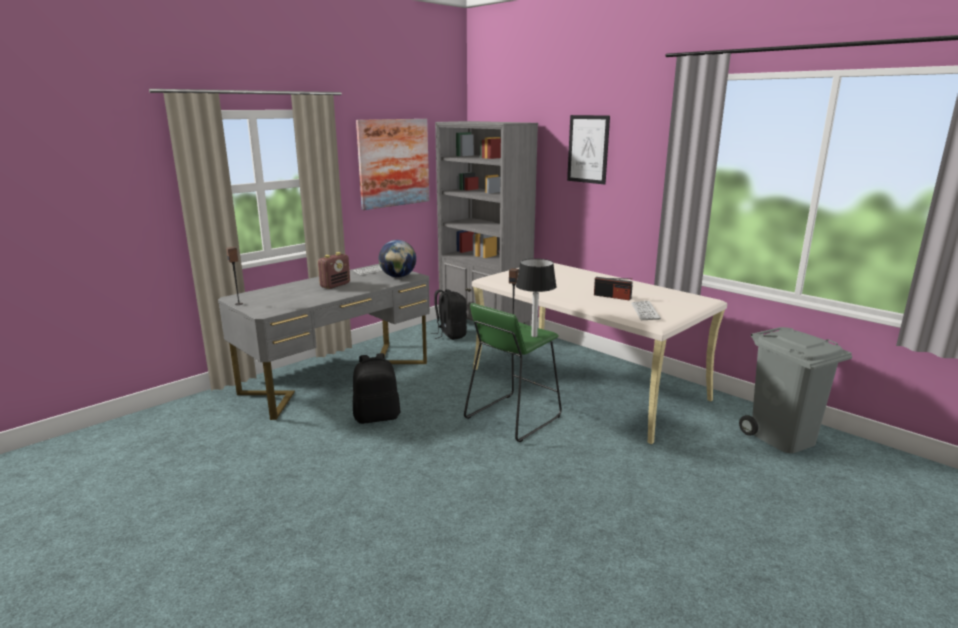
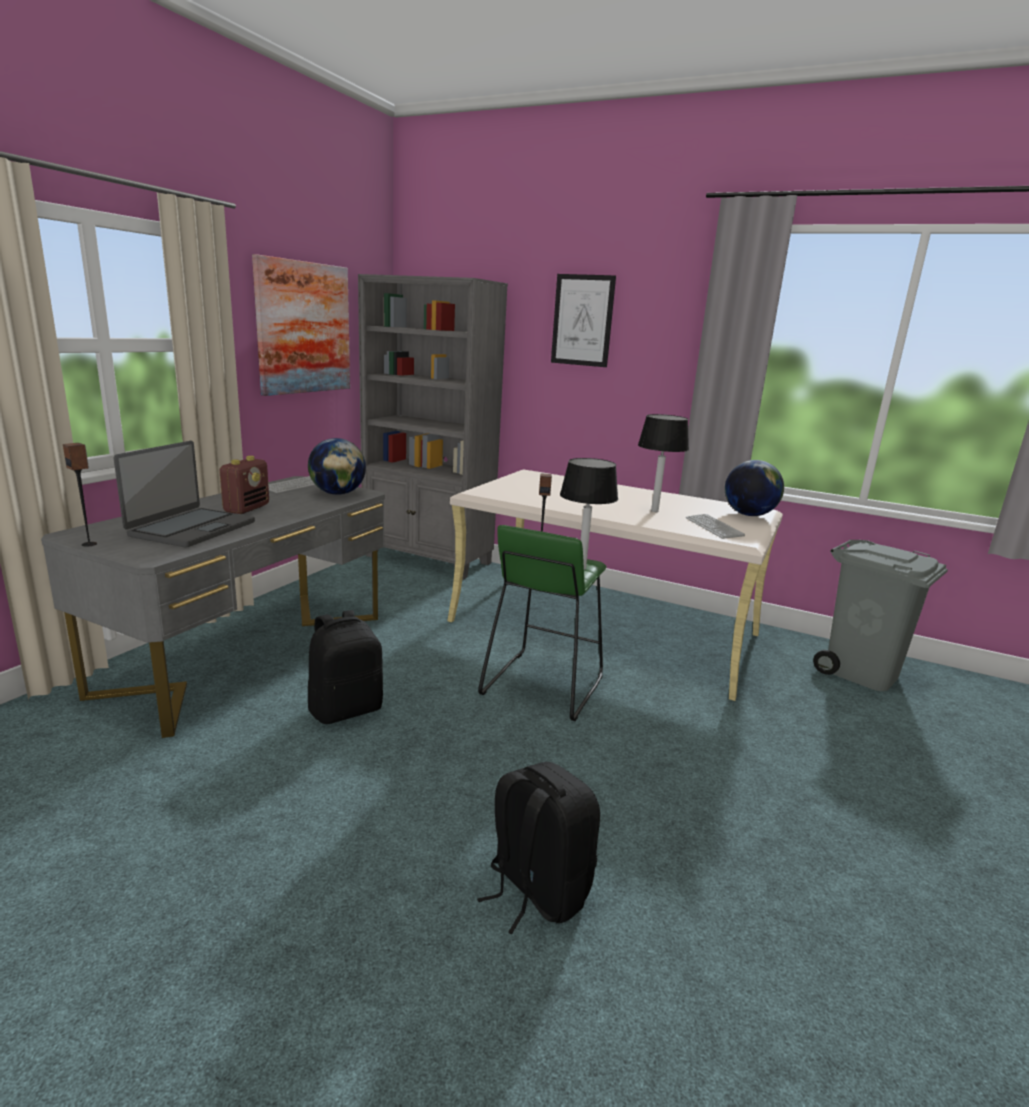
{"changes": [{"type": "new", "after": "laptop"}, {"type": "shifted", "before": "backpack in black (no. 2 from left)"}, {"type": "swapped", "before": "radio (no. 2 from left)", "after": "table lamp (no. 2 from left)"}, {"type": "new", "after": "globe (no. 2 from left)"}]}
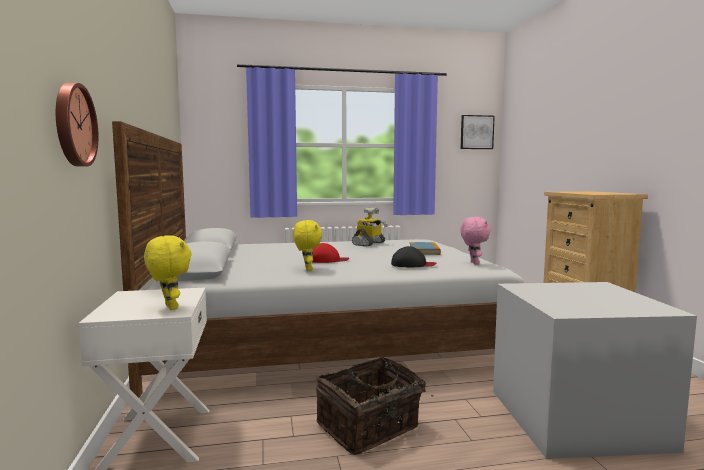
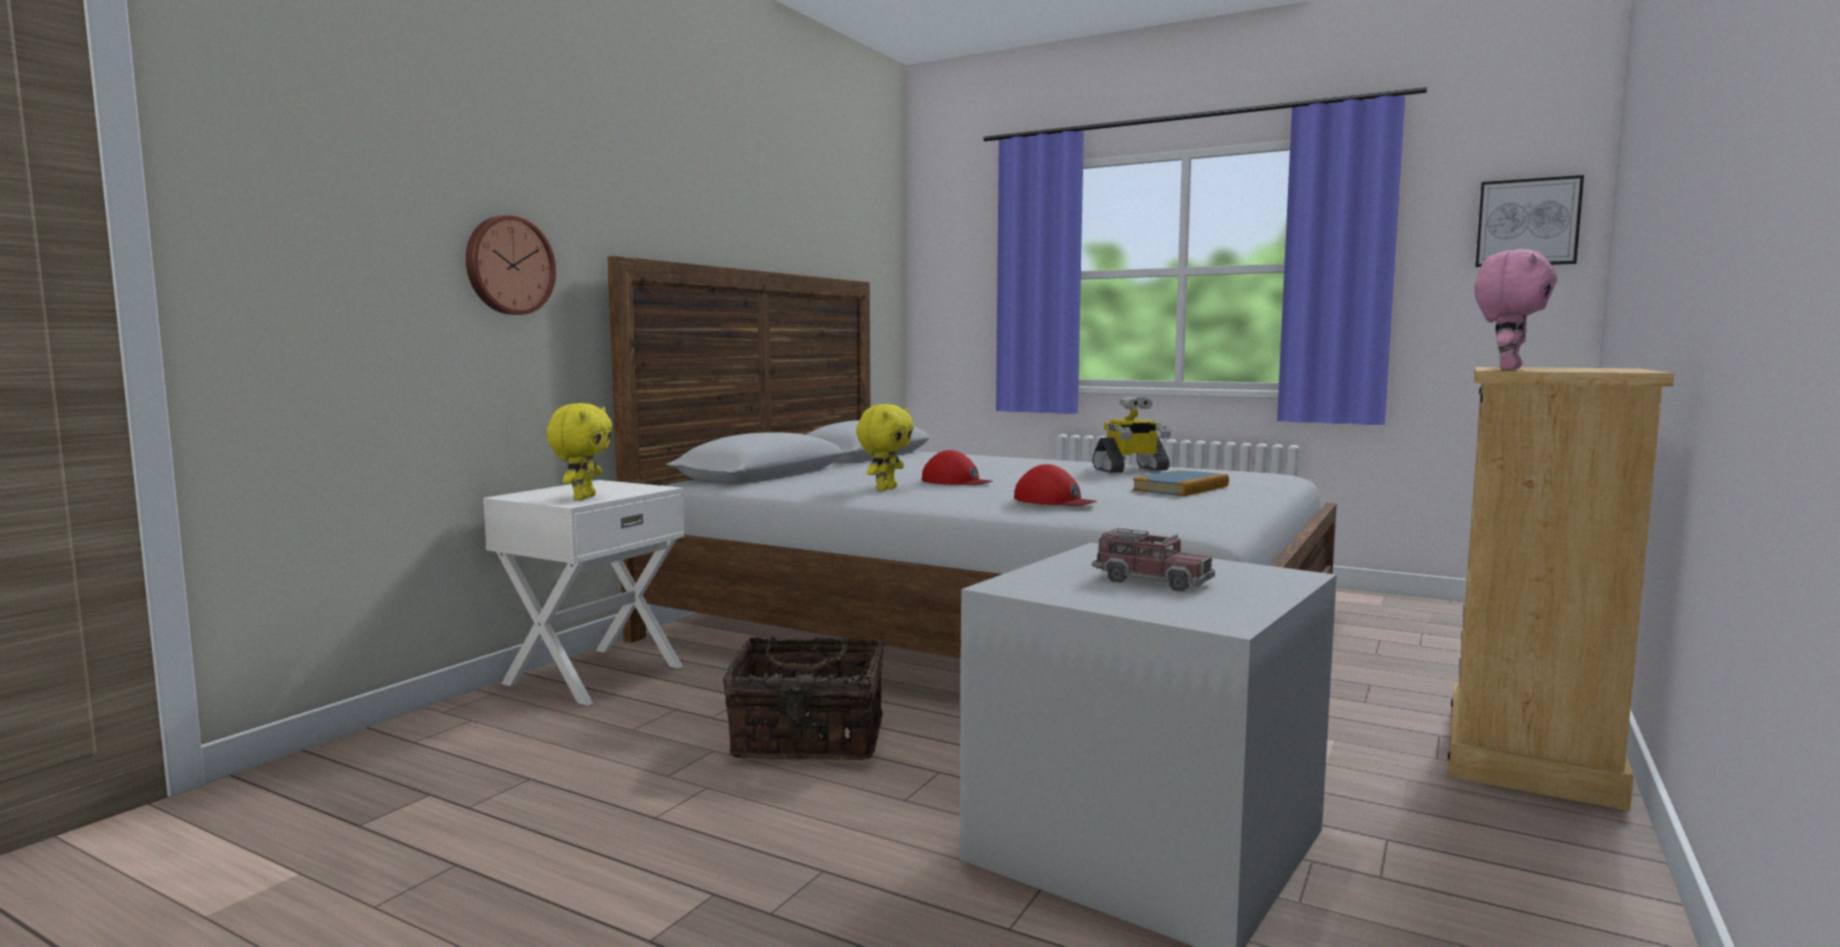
{"changes": [{"type": "repainted", "before": "cap in black", "after": "cap in red (no. 2 from left)"}, {"type": "new", "after": "toy truck"}, {"type": "shifted", "before": "plush toy in pink"}]}
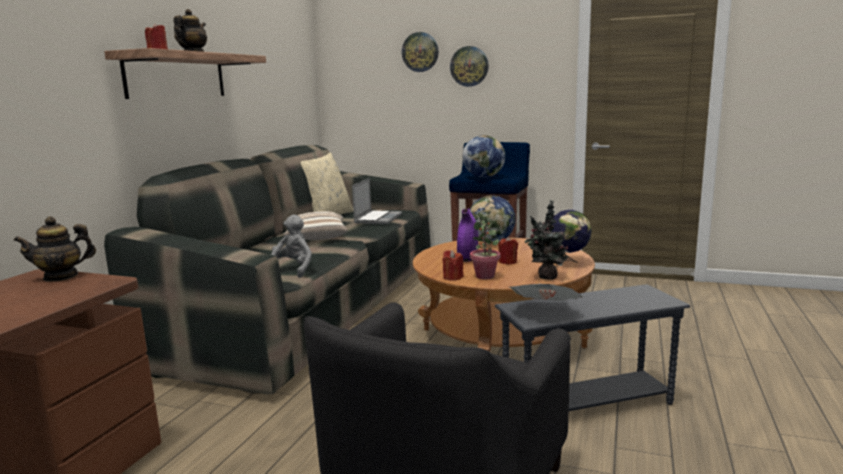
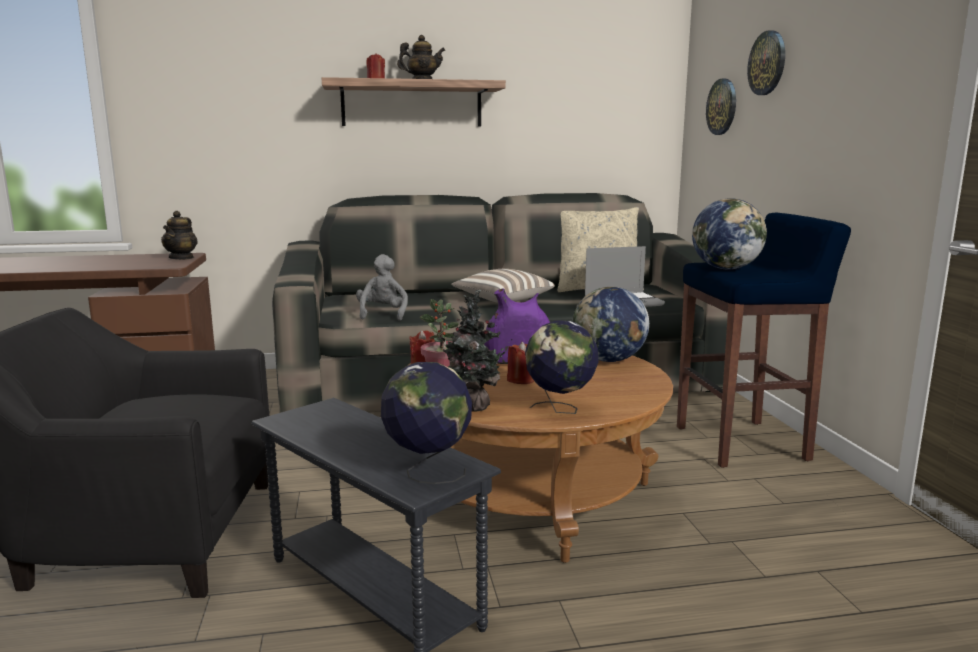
{"changes": [{"type": "rotated", "before": "teapot (no. 1 from left)", "turn": -120}, {"type": "rotated", "before": "plush toy in grey", "turn": -75}, {"type": "new", "after": "globe (no. 1 from left)"}, {"type": "shifted", "before": "wall clock (no. 2 from left in the first image)", "after": "wall clock (no. 1 from left)"}, {"type": "gone", "before": "newspaper"}]}
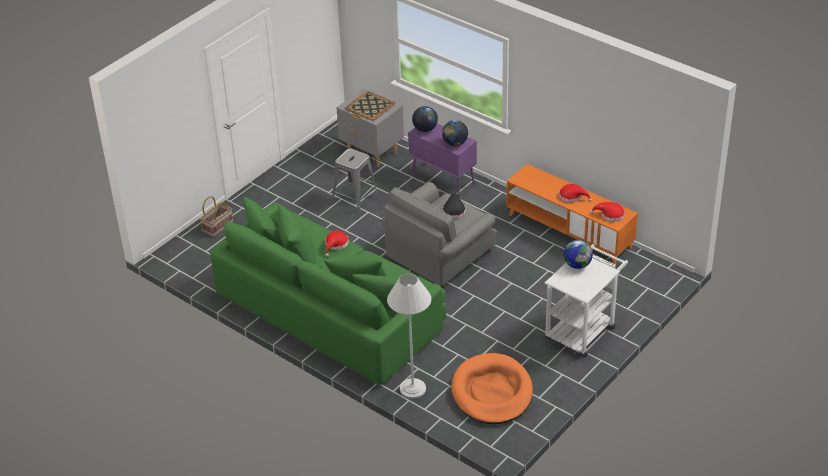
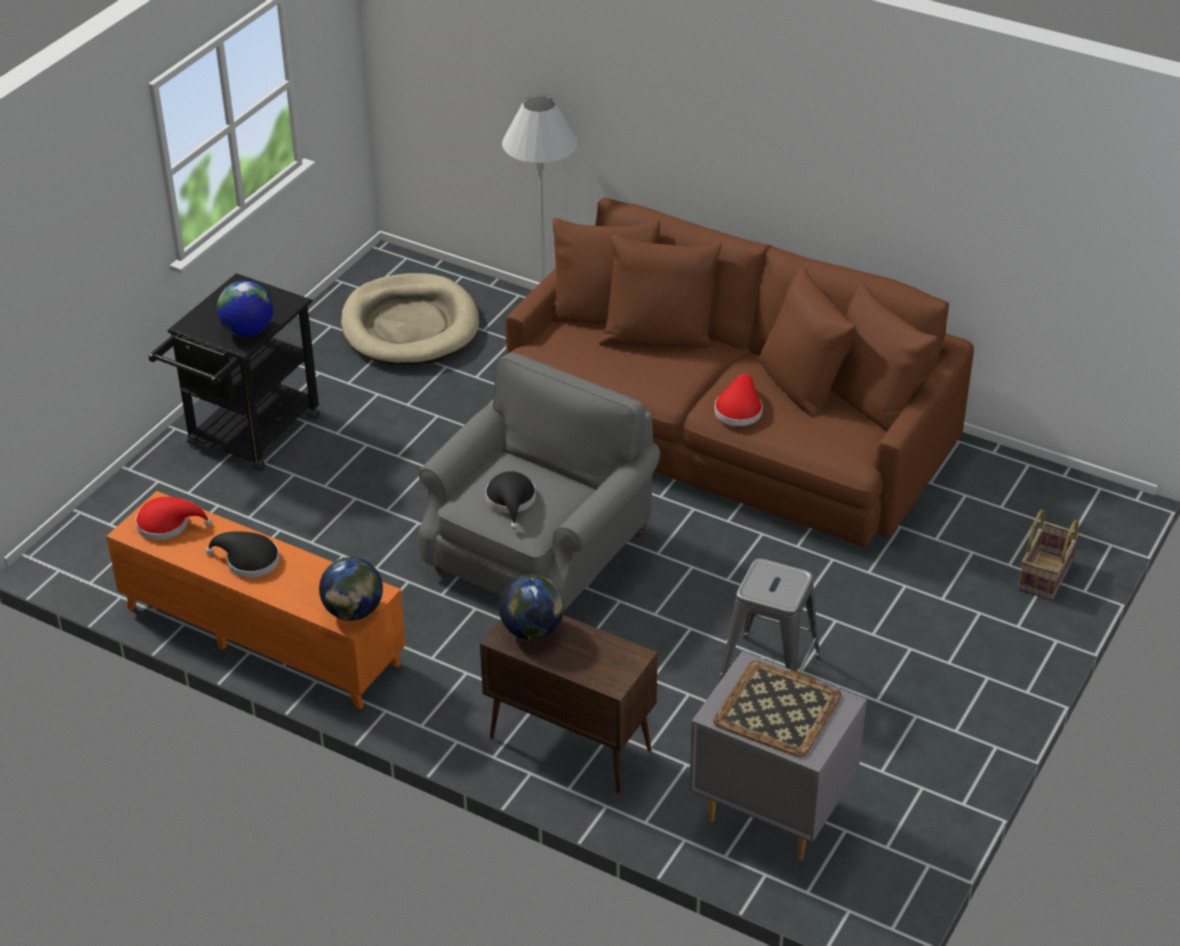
{"changes": [{"type": "repainted", "before": "cart in white", "after": "cart in black"}, {"type": "repainted", "before": "hat in red (no. 2 from left)", "after": "hat in black (no. 1 from left)"}, {"type": "shifted", "before": "globe (no. 1 from left in the first image)", "after": "globe (no. 2 from left)"}, {"type": "repainted", "before": "dog bed in orange", "after": "dog bed in beige"}, {"type": "repainted", "before": "cabinet in purple", "after": "cabinet in brown"}, {"type": "repainted", "before": "sofa in green", "after": "sofa in brown"}]}
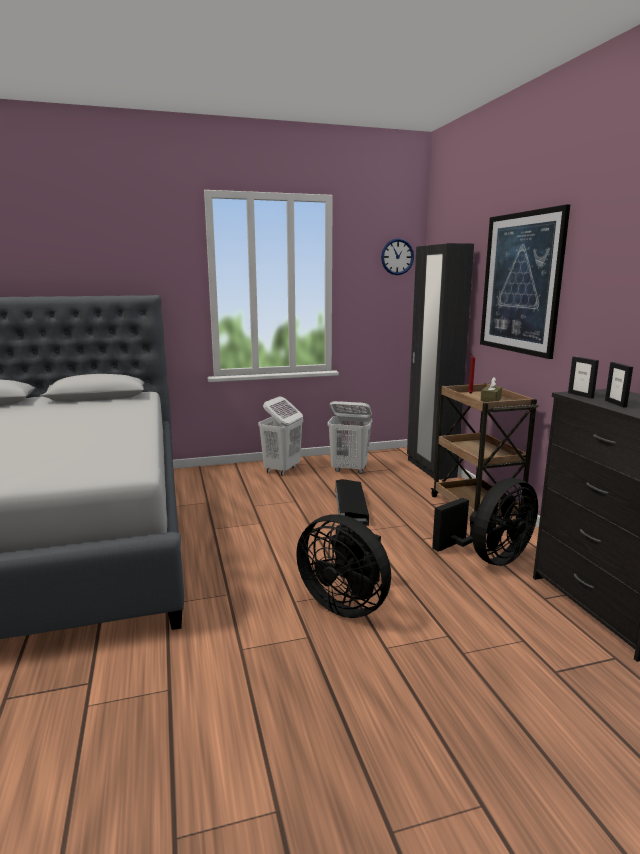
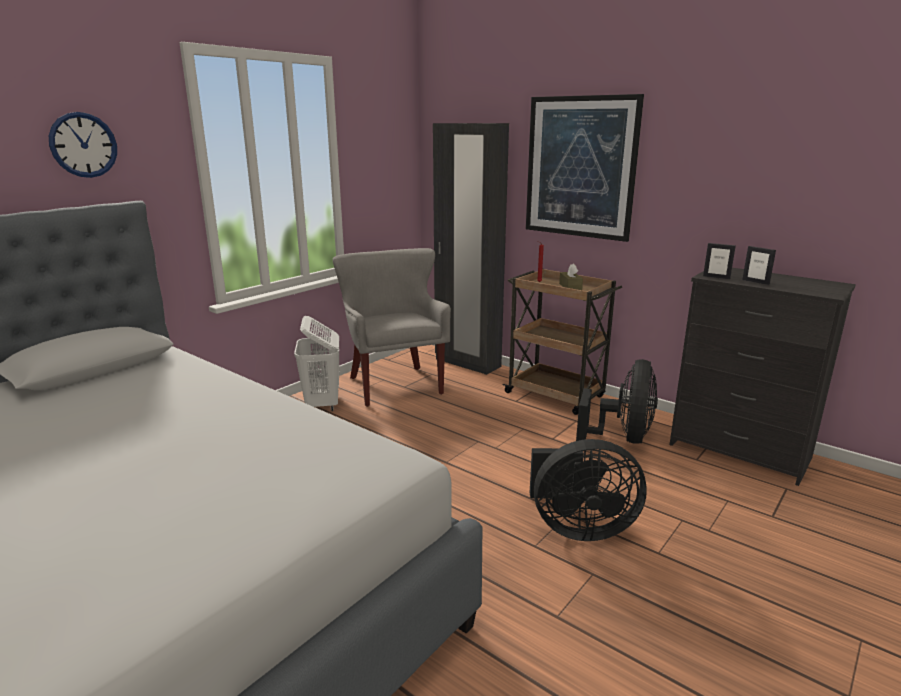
{"changes": [{"type": "shifted", "before": "wall clock"}, {"type": "swapped", "before": "laundry basket in white (no. 2 from left)", "after": "armchair in grey"}, {"type": "gone", "before": "storage box in black"}]}
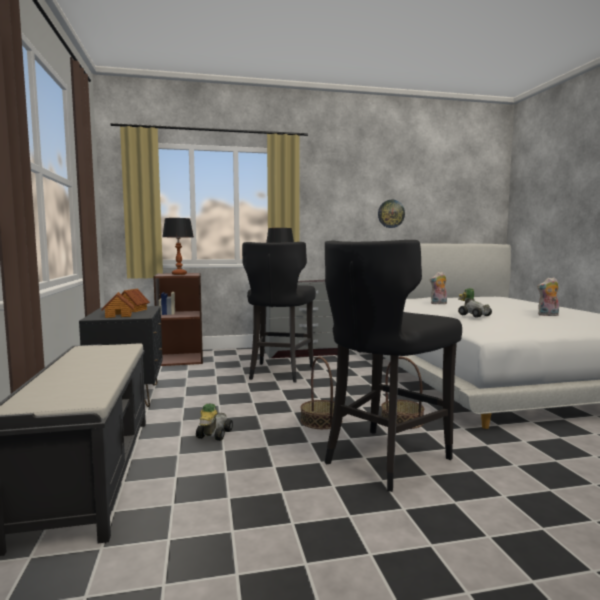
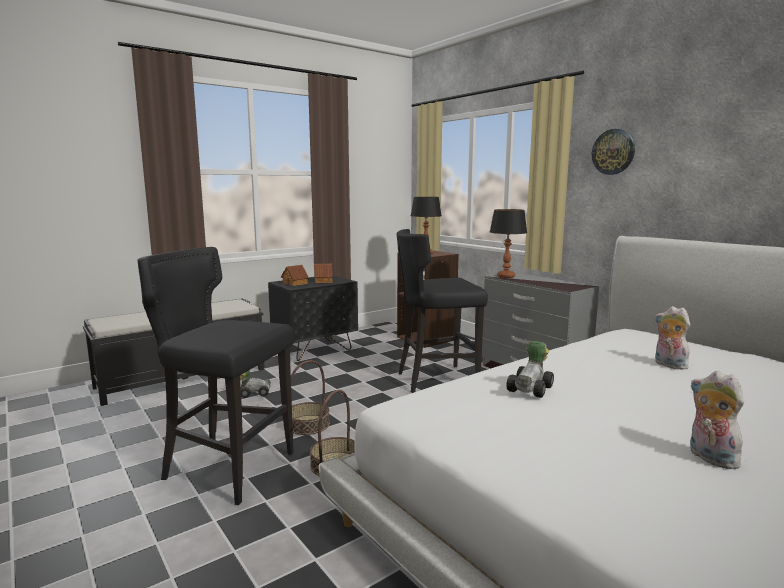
{"changes": [{"type": "shifted", "before": "wall clock"}]}
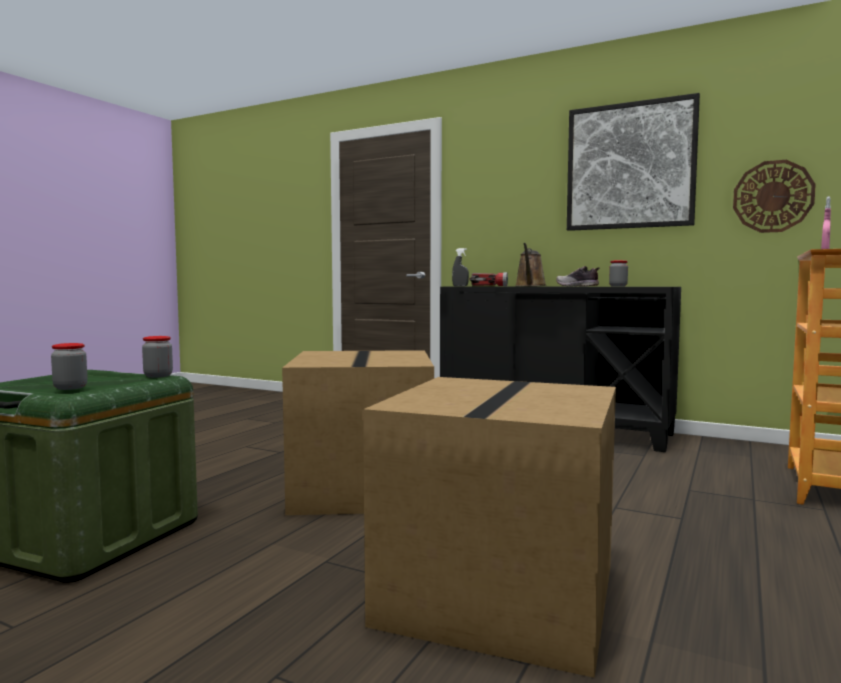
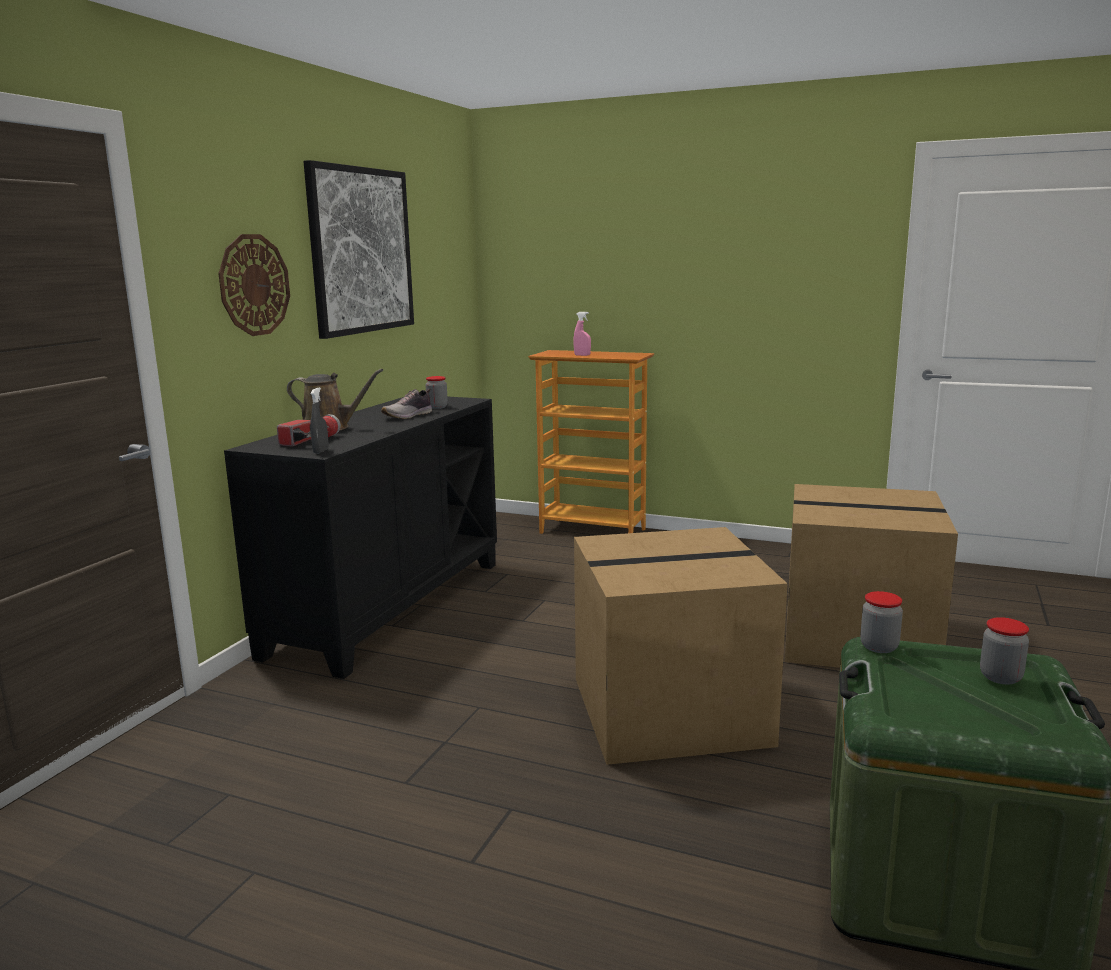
{"changes": [{"type": "shifted", "before": "wall clock"}]}
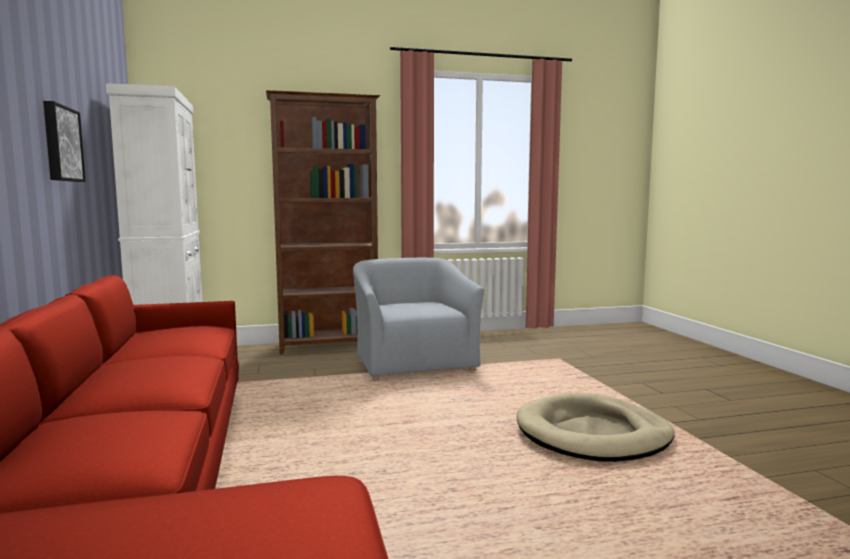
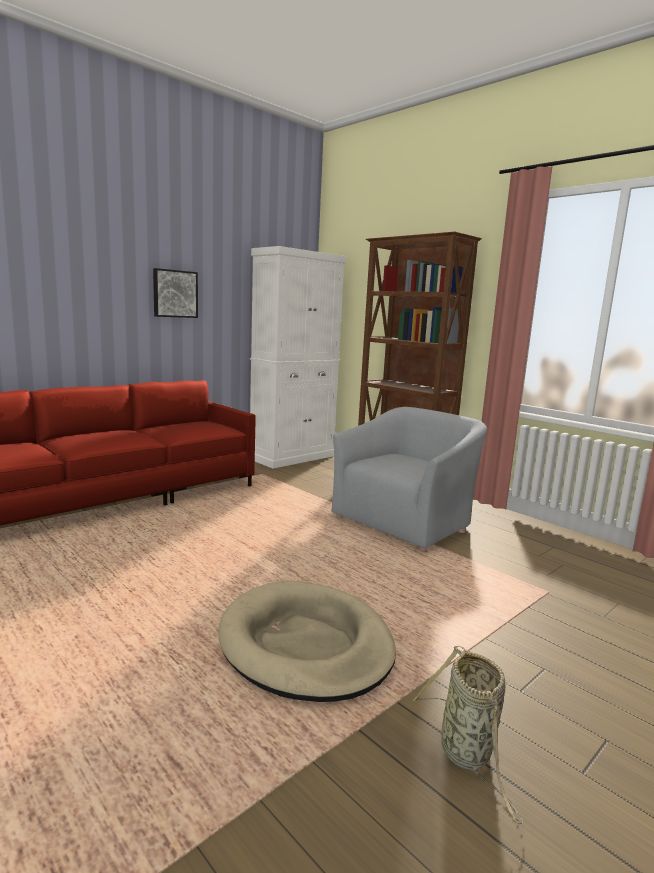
{"changes": [{"type": "new", "after": "basket"}]}
